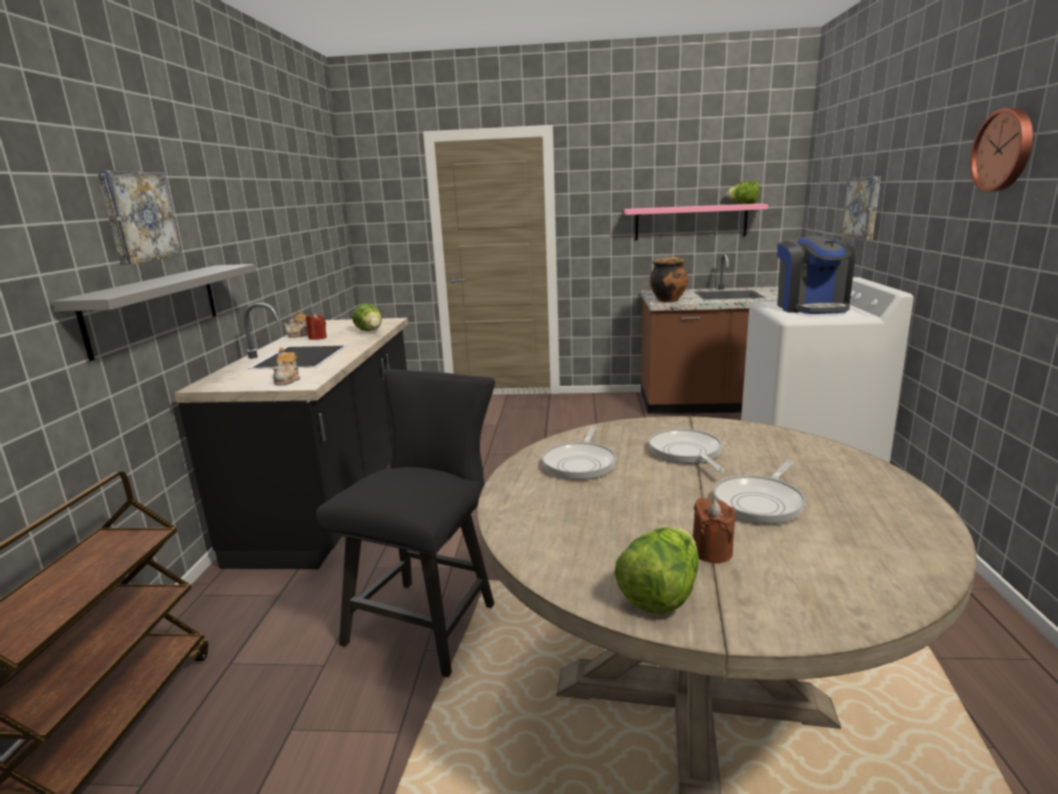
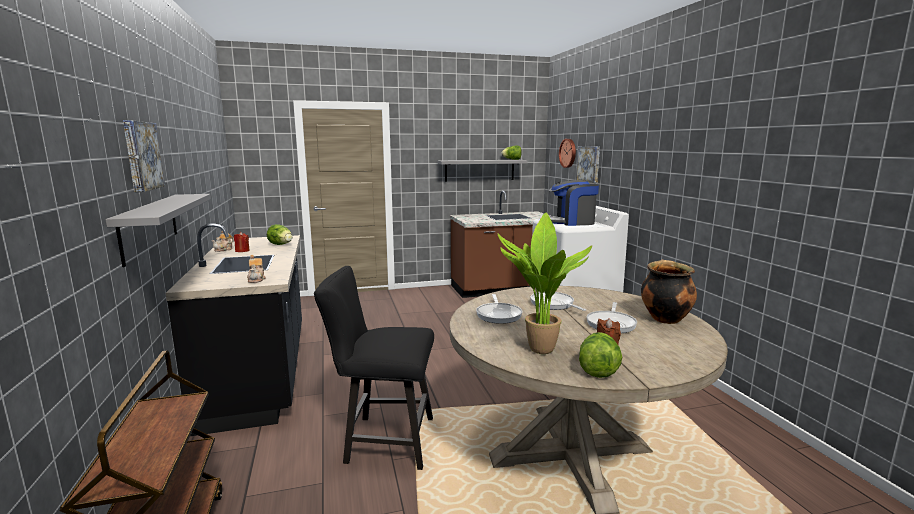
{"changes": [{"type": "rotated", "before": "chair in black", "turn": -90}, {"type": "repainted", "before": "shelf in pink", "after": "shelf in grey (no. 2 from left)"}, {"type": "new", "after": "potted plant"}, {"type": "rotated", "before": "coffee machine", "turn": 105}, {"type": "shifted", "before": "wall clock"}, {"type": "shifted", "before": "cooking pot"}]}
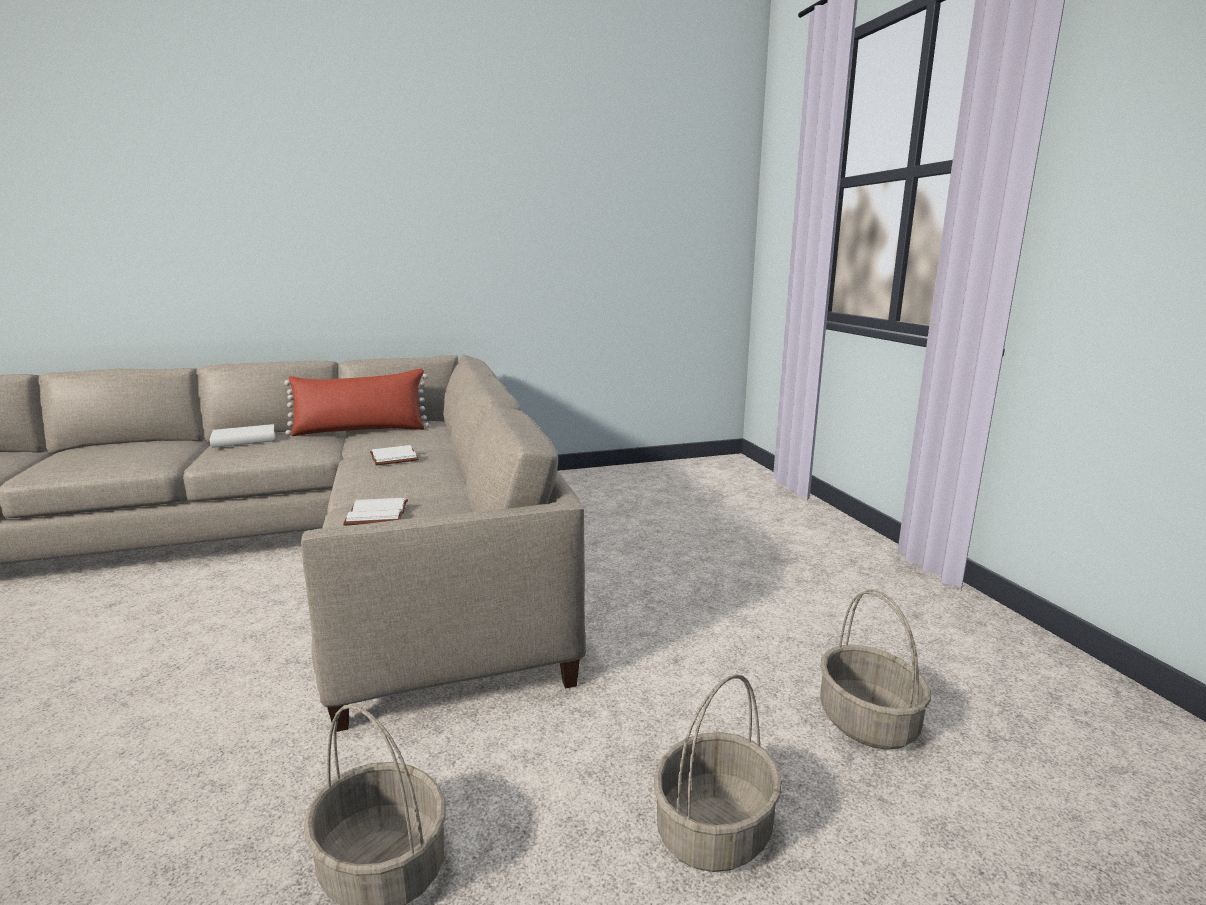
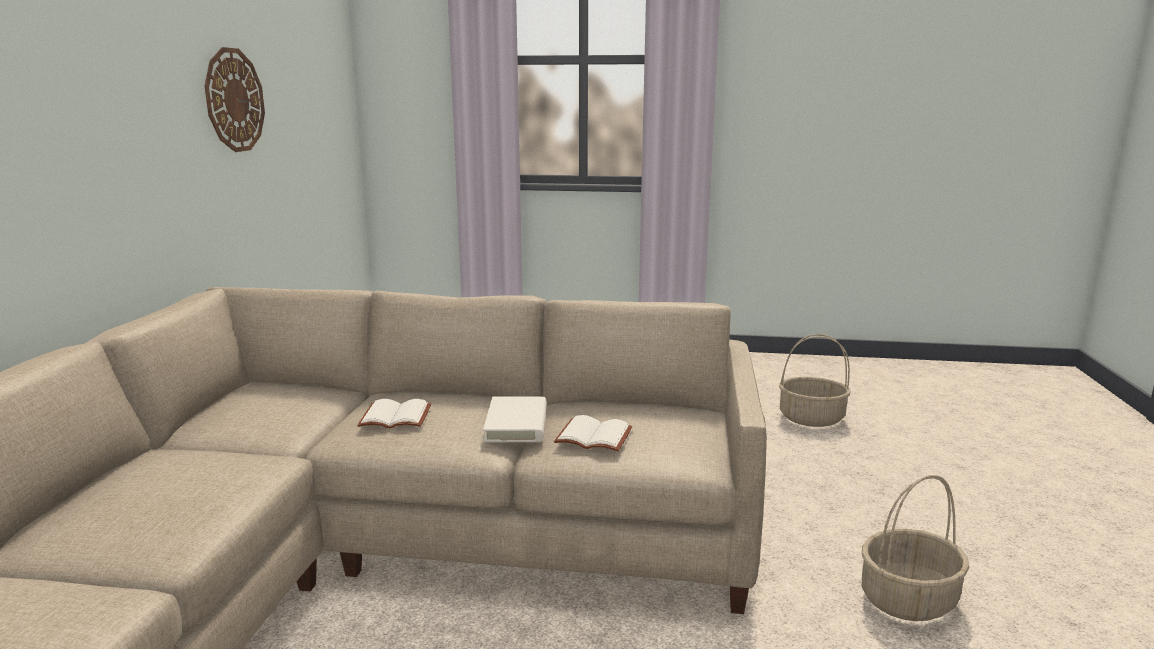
{"changes": [{"type": "new", "after": "wall clock"}, {"type": "shifted", "before": "book in white (no. 1 from left in the first image)", "after": "book in white (no. 2 from left)"}, {"type": "gone", "before": "pillow in red"}, {"type": "gone", "before": "basket (no. 2 from left)"}]}
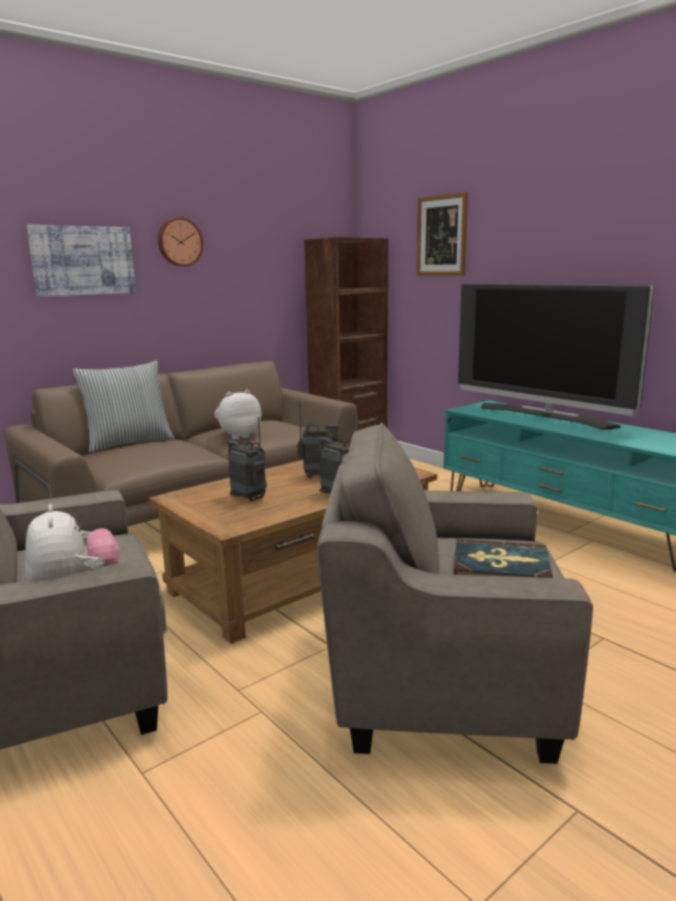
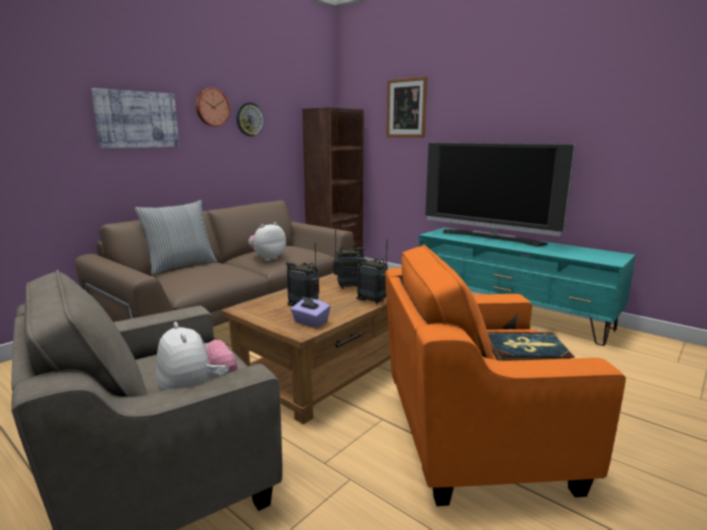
{"changes": [{"type": "new", "after": "wall clock (no. 2 from left)"}, {"type": "new", "after": "tissue box in purple"}, {"type": "repainted", "before": "armchair in grey (no. 2 from left)", "after": "armchair in orange"}]}
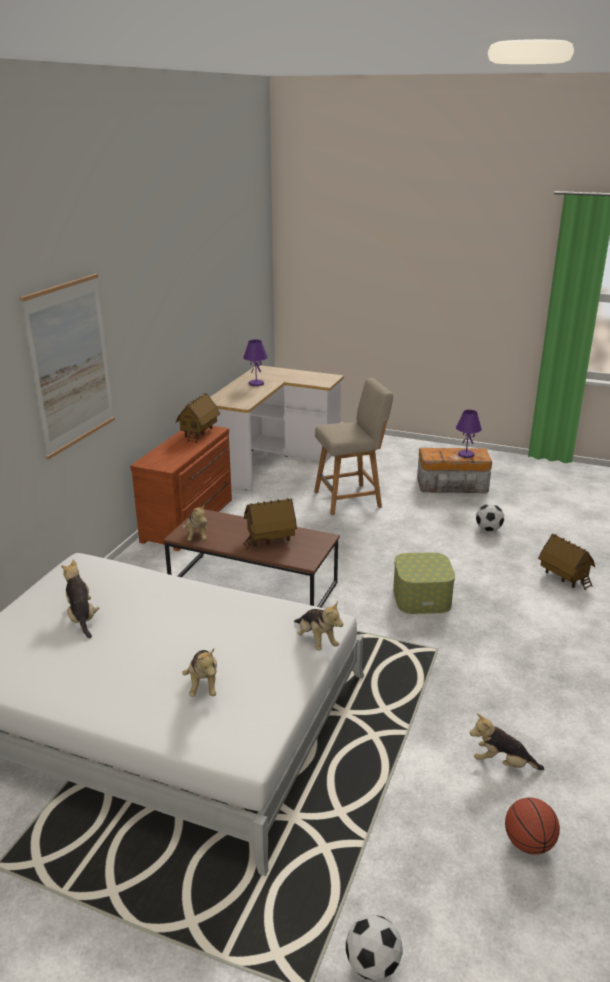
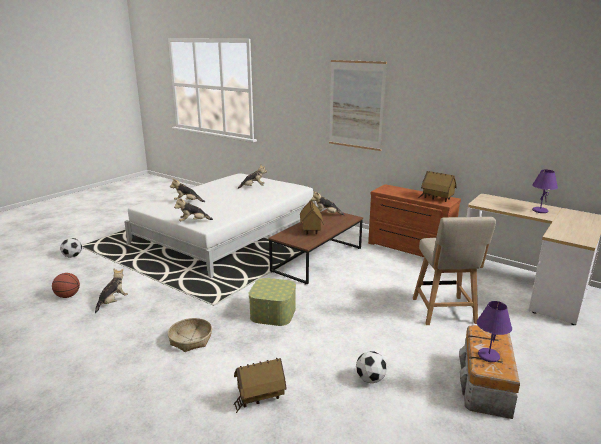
{"changes": [{"type": "new", "after": "basket"}]}
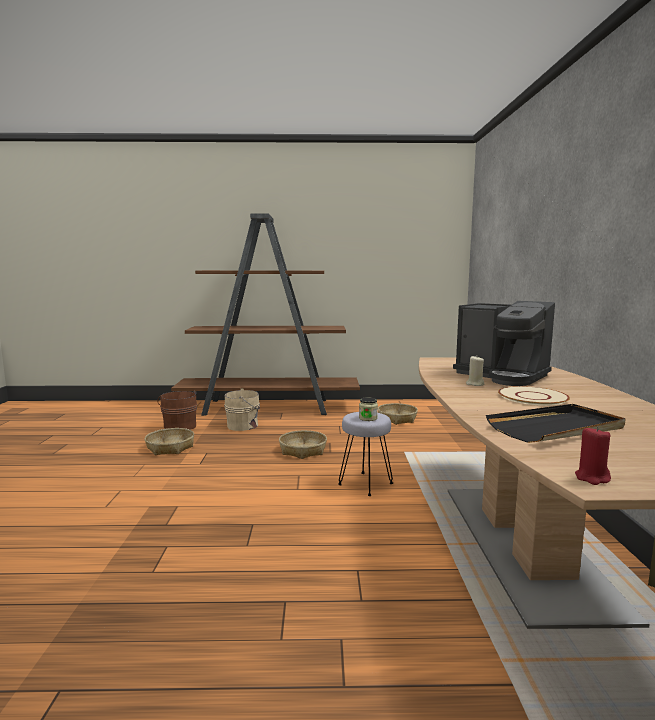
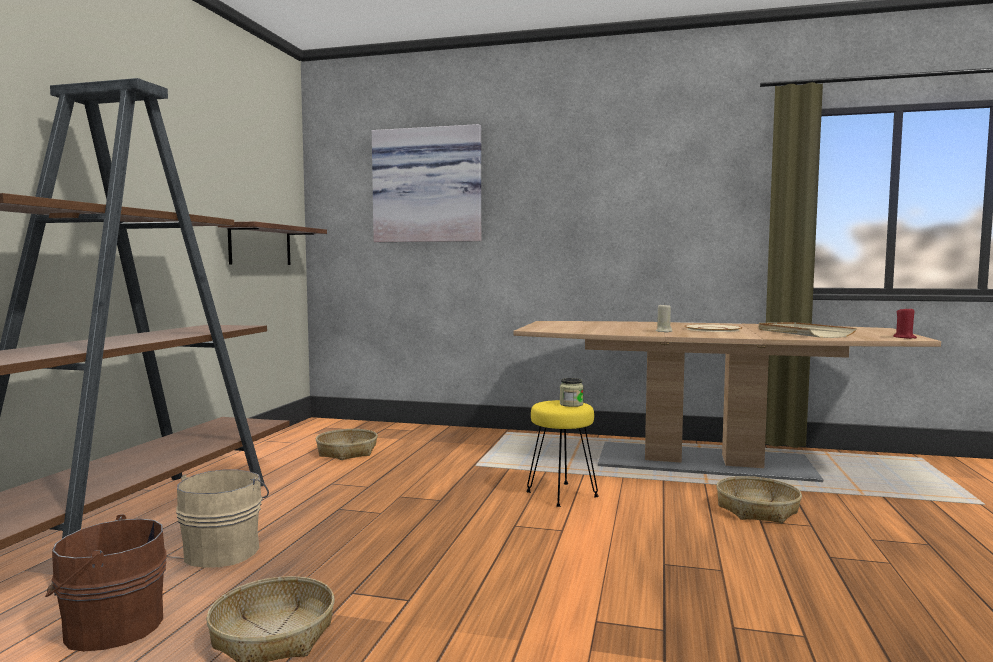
{"changes": [{"type": "new", "after": "shelf"}, {"type": "new", "after": "picture"}, {"type": "repainted", "before": "stool in grey", "after": "stool in yellow"}, {"type": "shifted", "before": "basket (no. 2 from left in the first image)", "after": "basket (no. 3 from left)"}, {"type": "repainted", "before": "tray in black", "after": "tray in beige"}, {"type": "gone", "before": "coffee machine"}]}
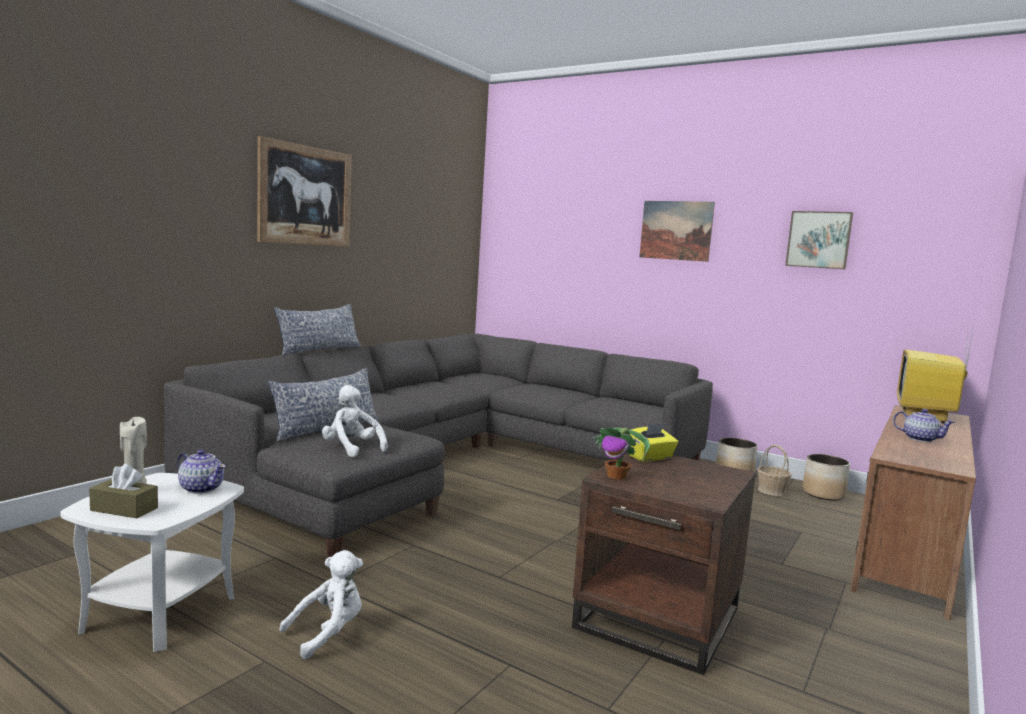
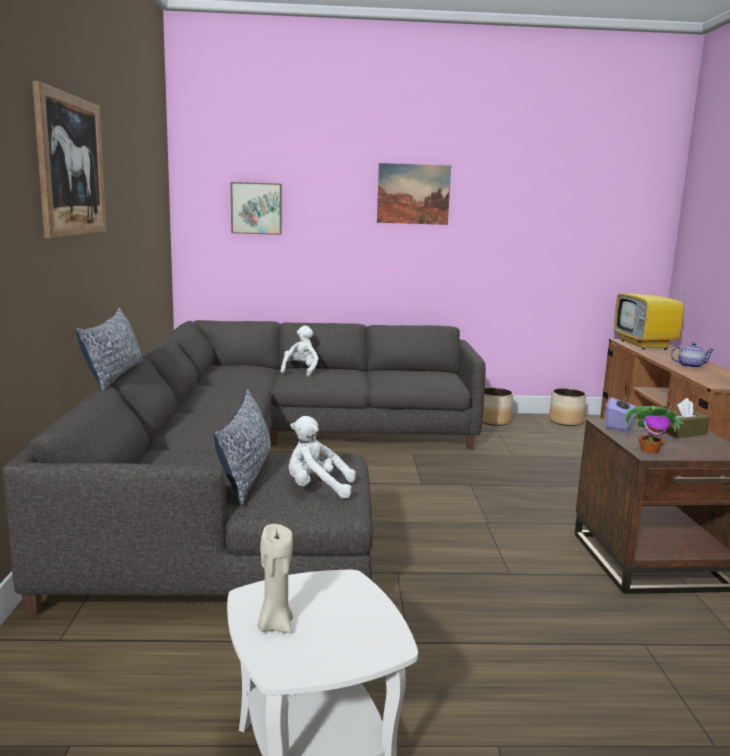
{"changes": [{"type": "shifted", "before": "picture (no. 3 from left in the first image)", "after": "picture (no. 2 from left)"}, {"type": "shifted", "before": "plush toy in white (no. 1 from left)"}, {"type": "repainted", "before": "tissue box in yellow", "after": "tissue box in purple"}, {"type": "shifted", "before": "tissue box in brown"}, {"type": "gone", "before": "teapot (no. 1 from left)"}, {"type": "gone", "before": "basket"}]}
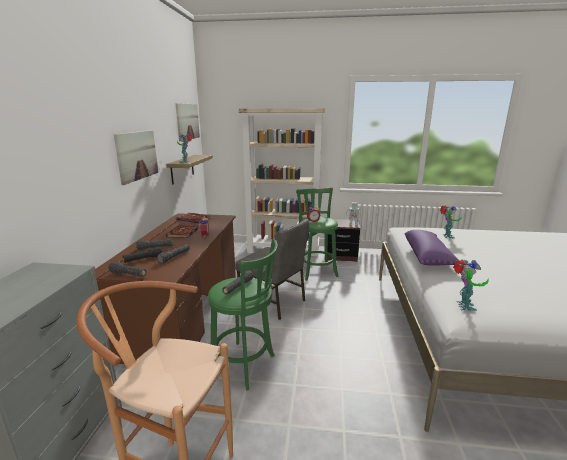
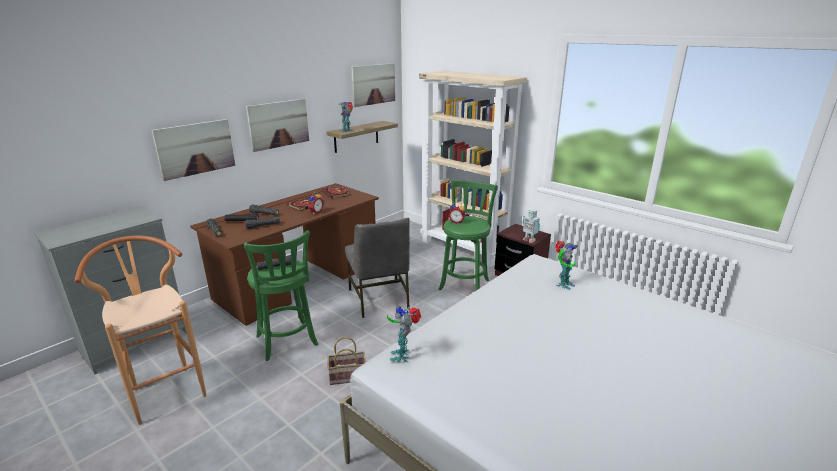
{"changes": [{"type": "new", "after": "picture (no. 1 from left)"}, {"type": "new", "after": "basket"}, {"type": "rotated", "before": "toy robot (no. 4 from left in the first image)", "turn": 135}, {"type": "gone", "before": "pillow in purple"}]}
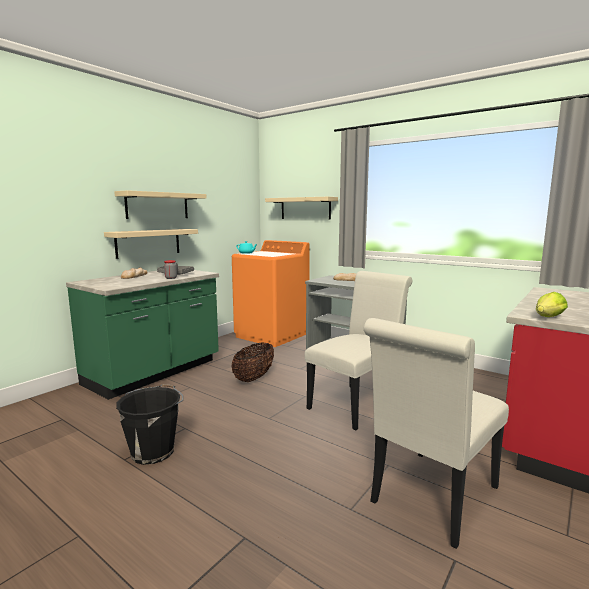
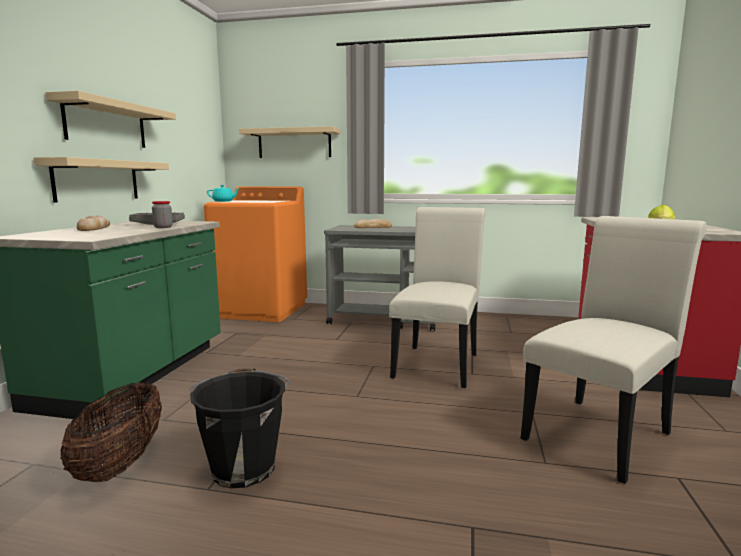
{"changes": [{"type": "shifted", "before": "basket"}, {"type": "rotated", "before": "chair in white (no. 2 from left)", "turn": -150}]}
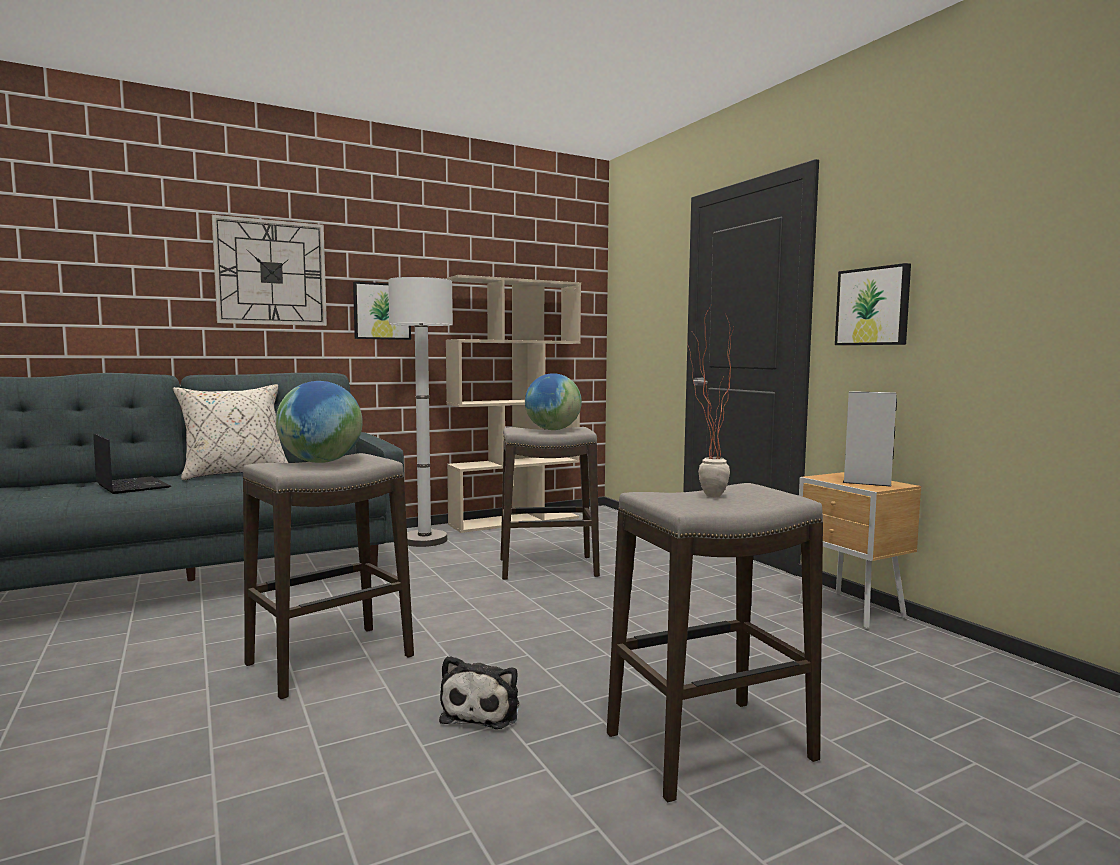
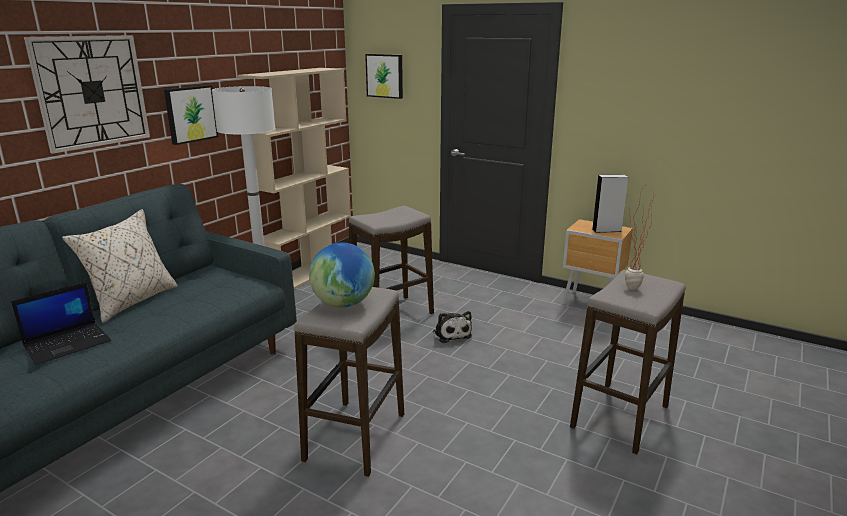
{"changes": [{"type": "rotated", "before": "laptop", "turn": 120}, {"type": "shifted", "before": "picture (no. 2 from left)"}, {"type": "shifted", "before": "plush toy"}, {"type": "gone", "before": "globe (no. 2 from left)"}]}
